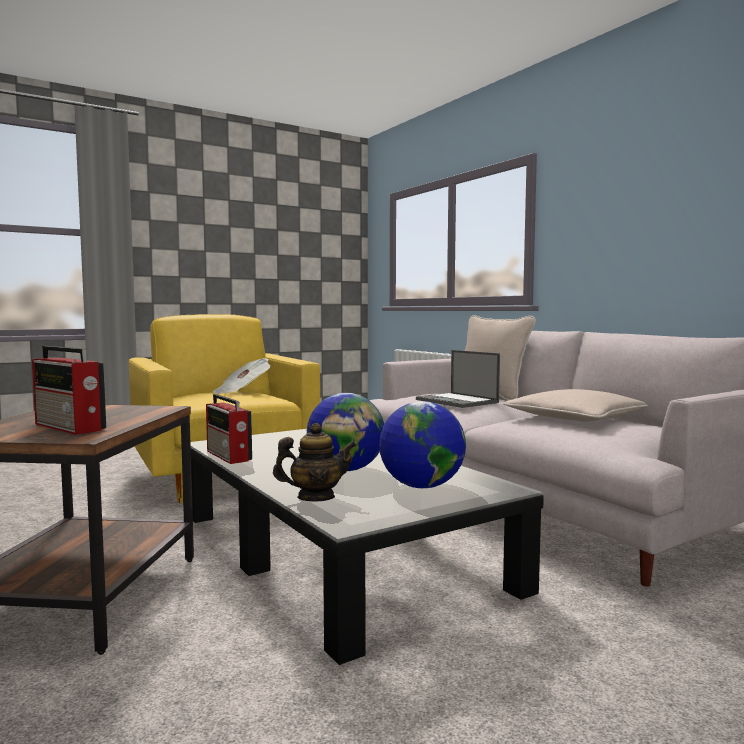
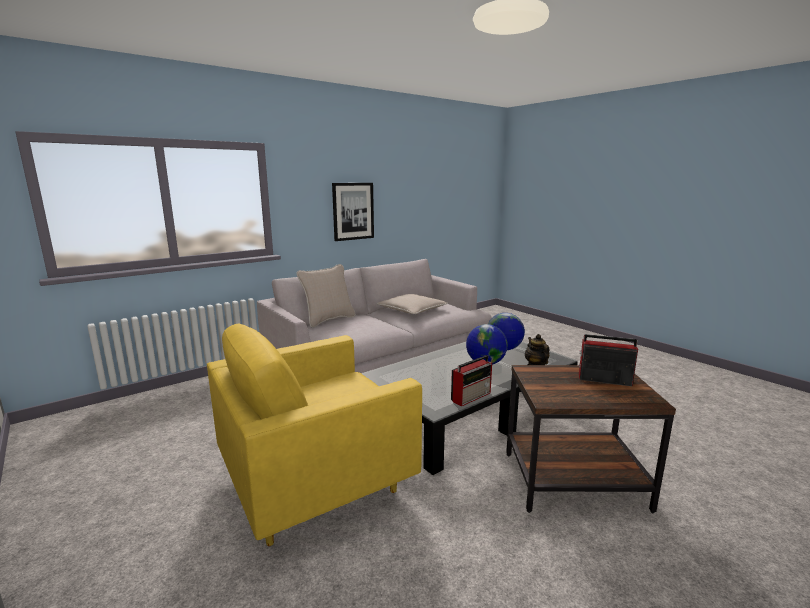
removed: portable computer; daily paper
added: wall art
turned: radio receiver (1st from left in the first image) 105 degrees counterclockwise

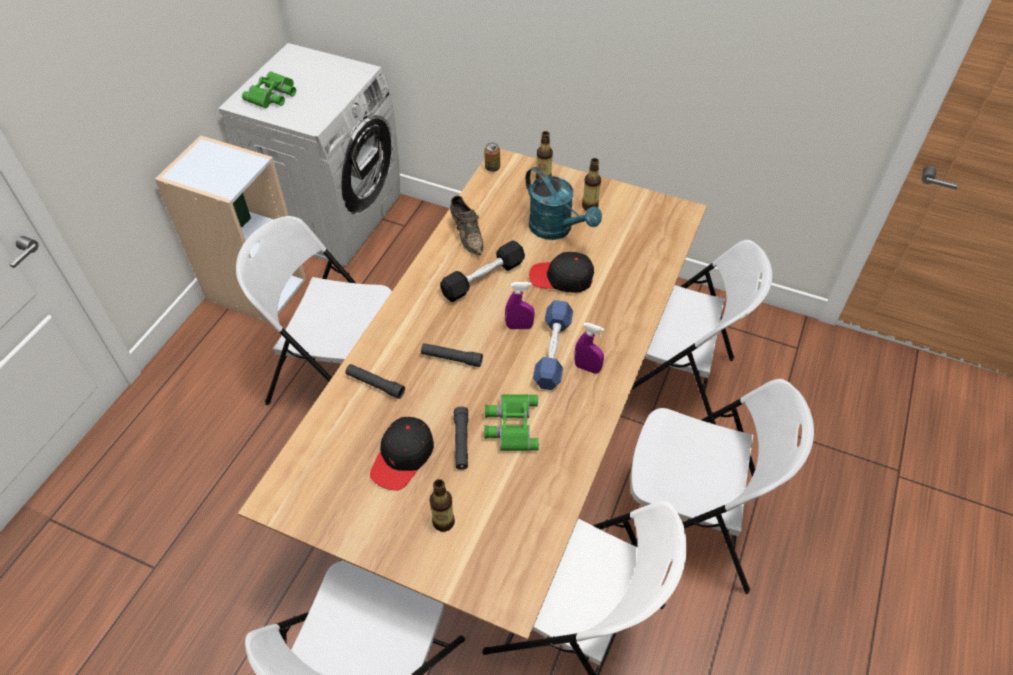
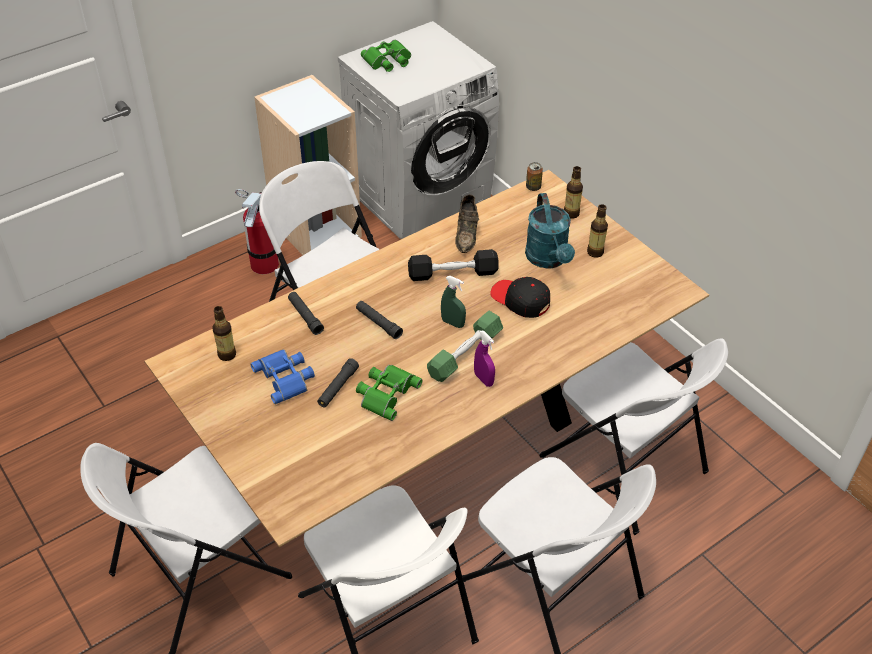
added: extinguisher
moved: drink bottle (1st from left)
replaced: black-coloured baseball cap (1st from left) to blue-coloured pair of binoculars
recoloured: purple hand sprayer (1st from left) to green-coloured hand sprayer; blue-coloured free weight to green-coloured free weight

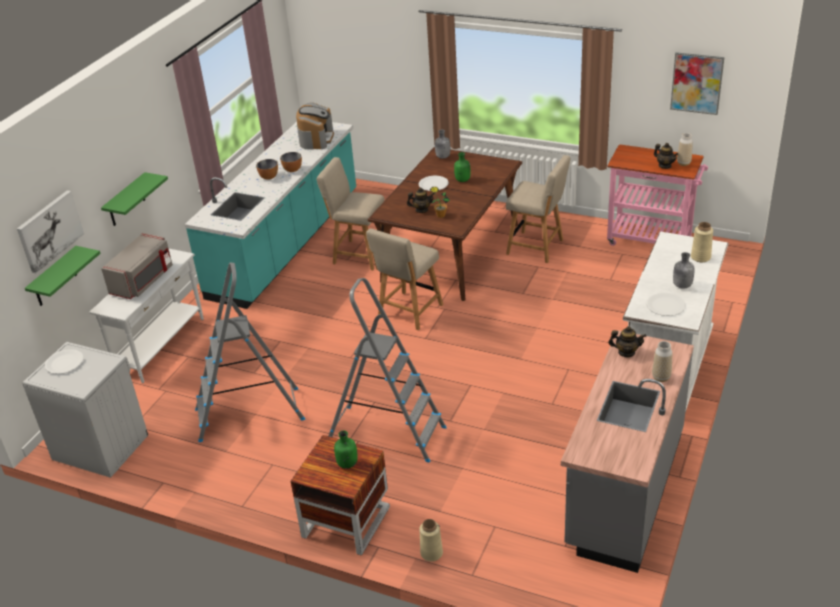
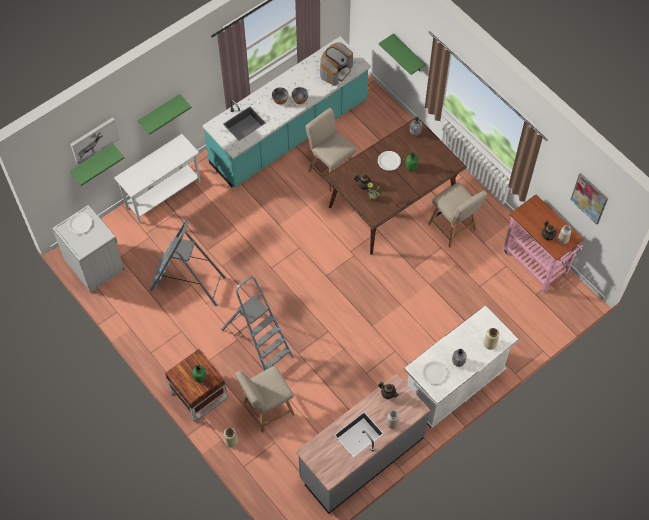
removed: grey kitchen microwave
added: green-coloured bracket shelf (3rd from left)
moved: beige-coloured chair (2nd from left in the first image) to beige-coloured chair (1st from left)

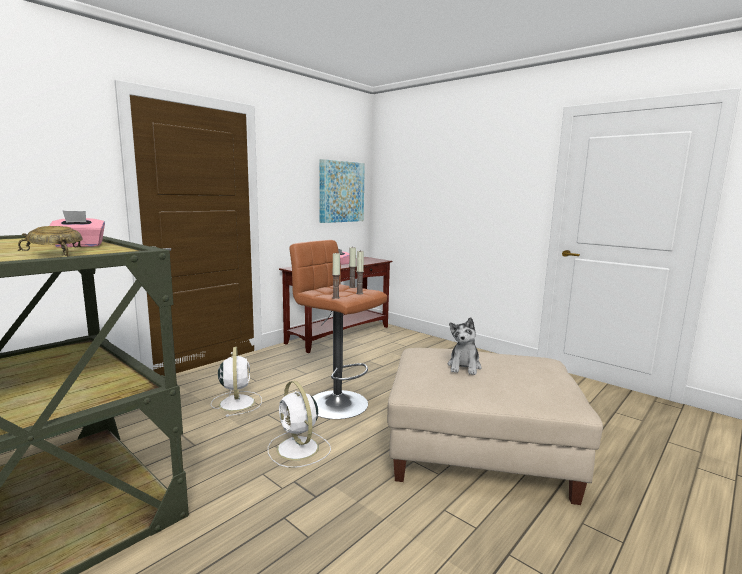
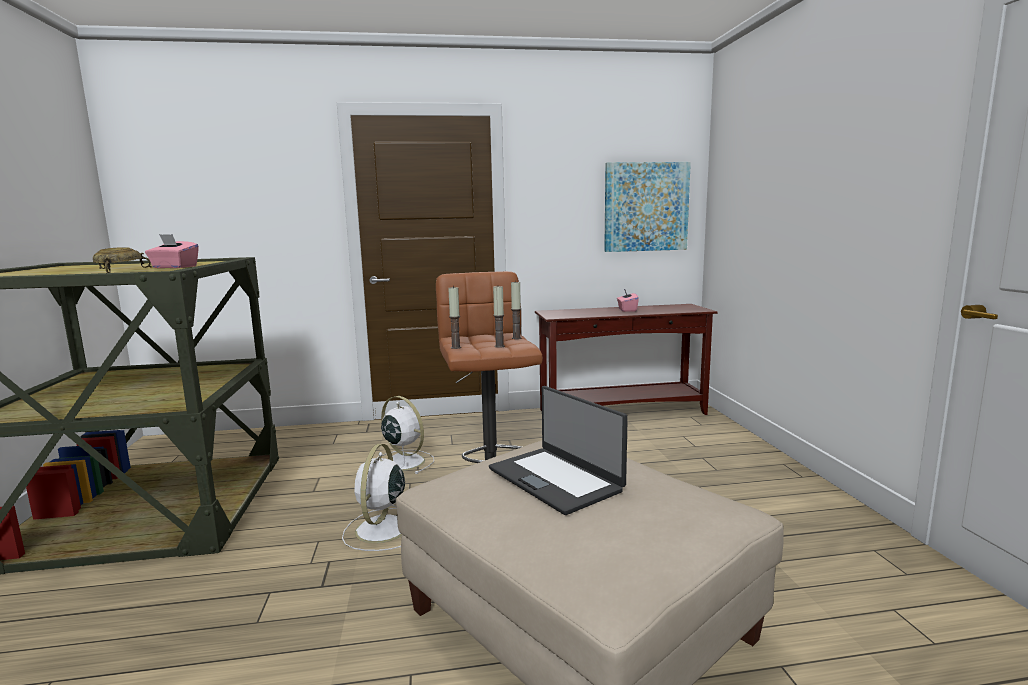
replaced: cuddly toy to portable computer
turned: white electric fan (1st from left in the first image) 75 degrees counterclockwise

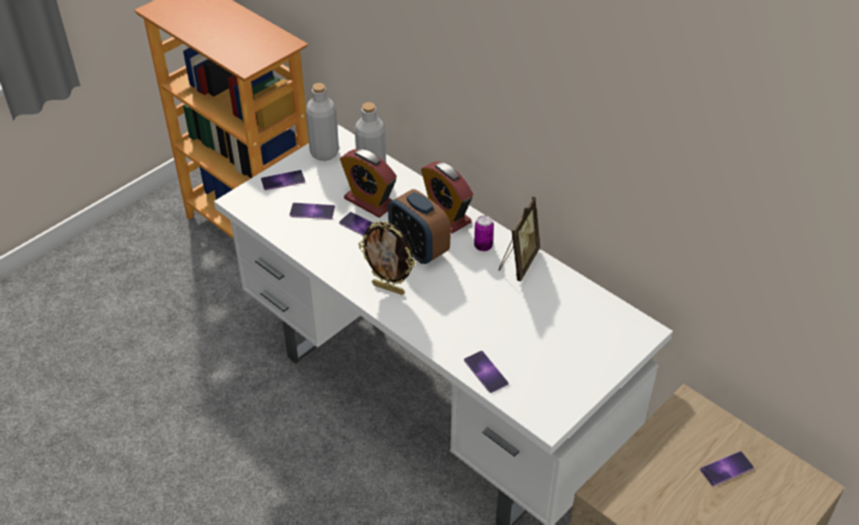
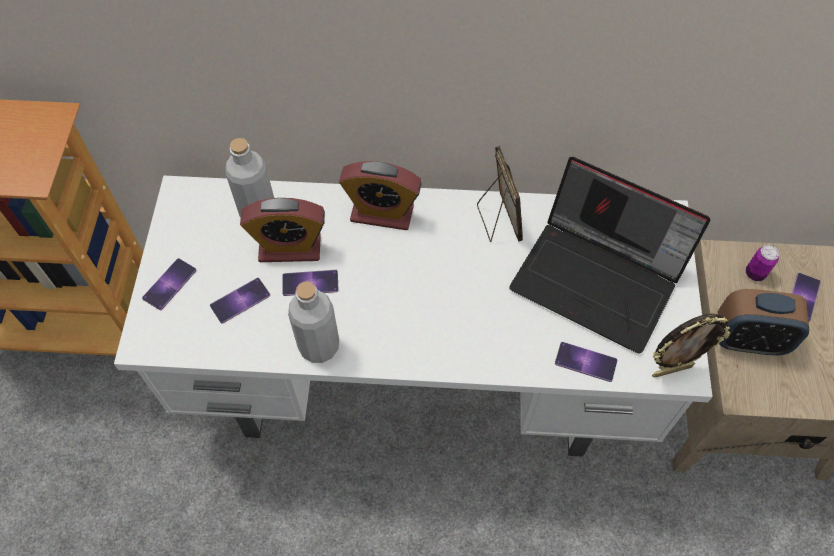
added: portable computer
moved: grey drink bottle (1st from left in the first image) to grey drink bottle (2nd from left); alarm clock (2nd from left in the first image) to alarm clock (3rd from left); metal can; picture frame (1st from left in the first image) to picture frame (2nd from left)

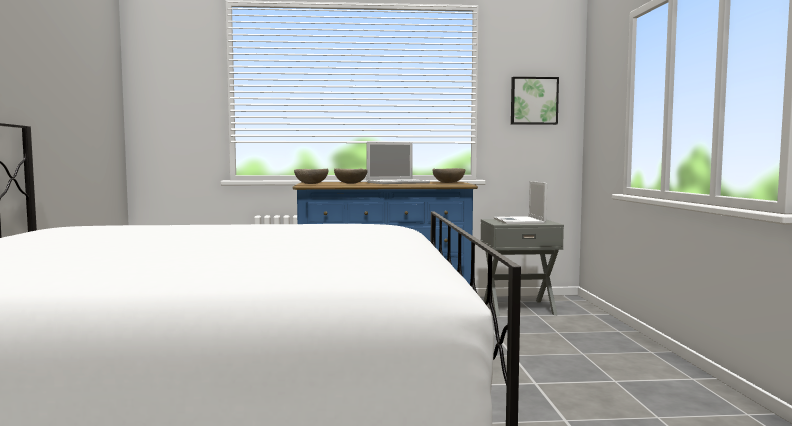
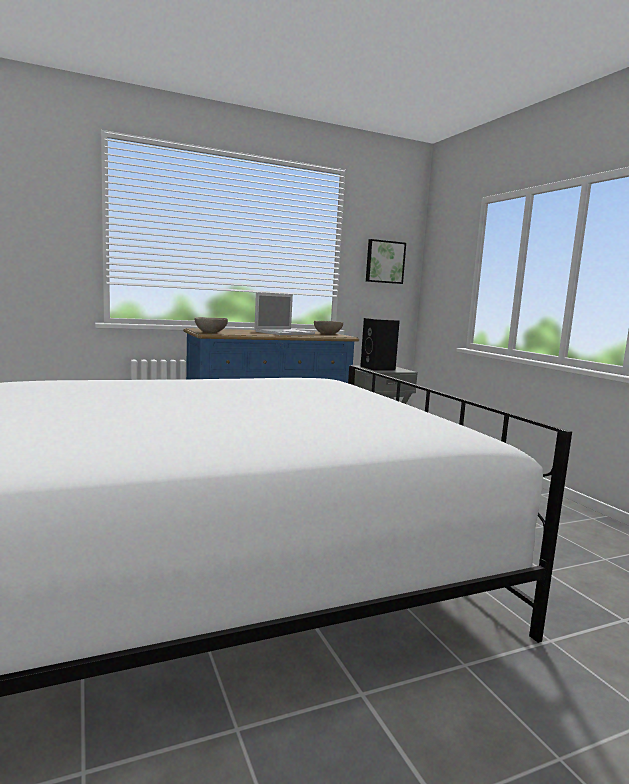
removed: beige-coloured bowl (2nd from left)
replaced: portable computer (2nd from left) to black-coloured audio speaker

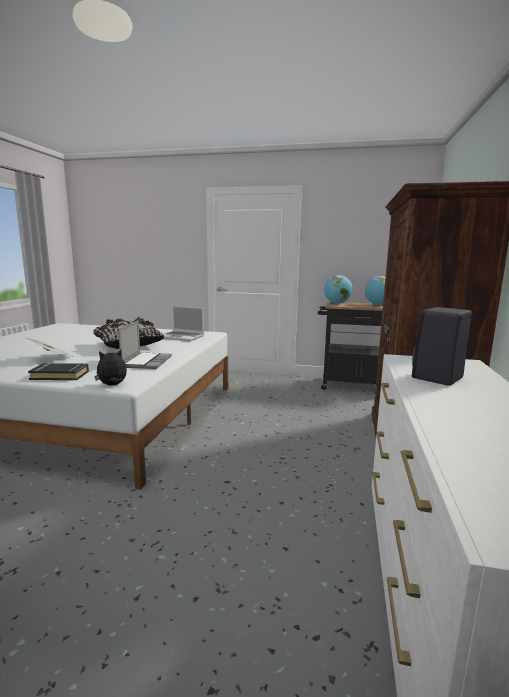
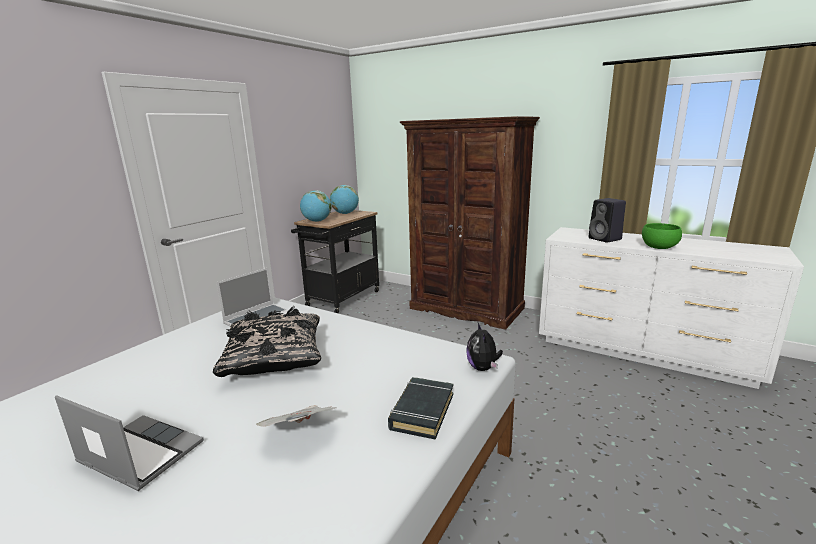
added: green-coloured bowl
moved: portable computer (1st from left)

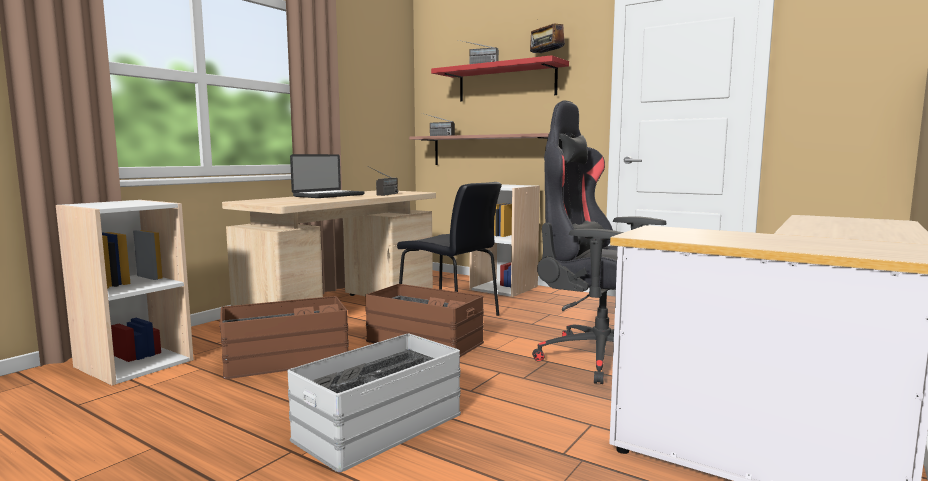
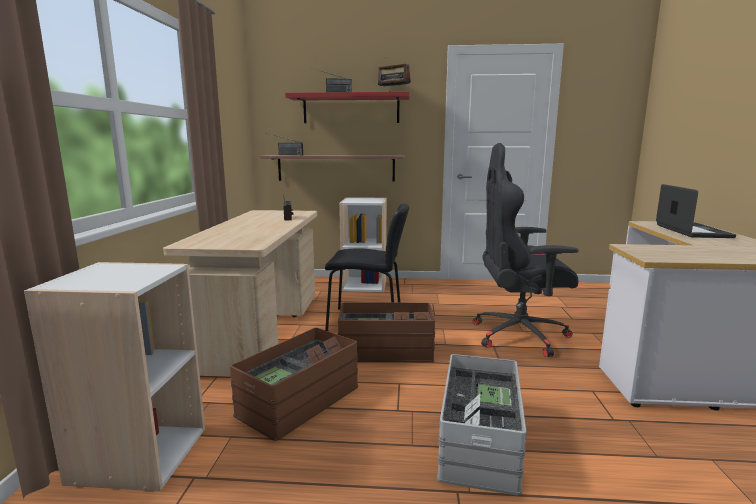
moved: portable computer

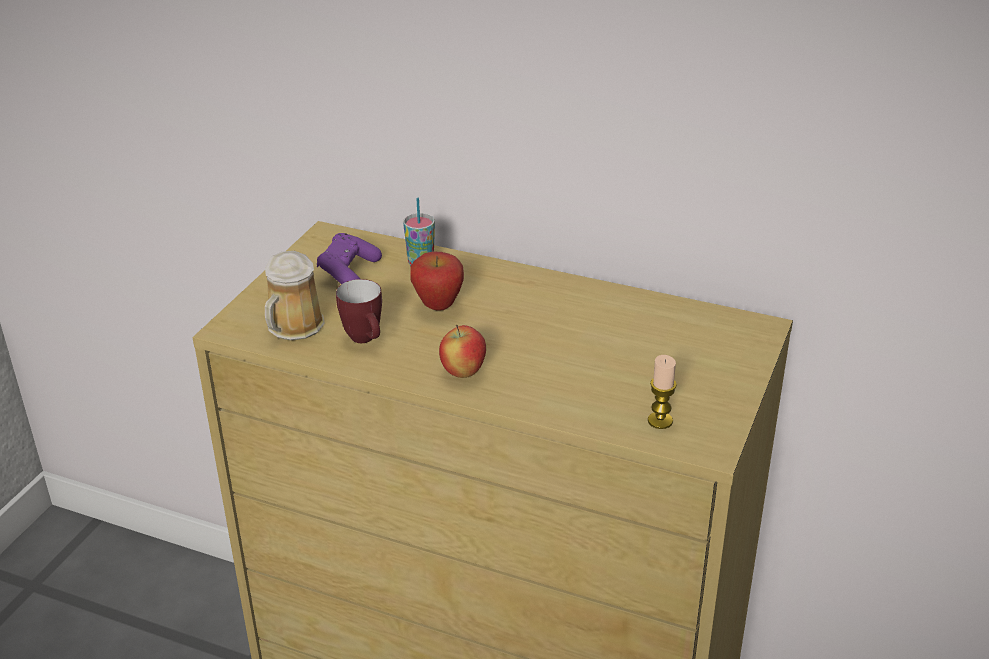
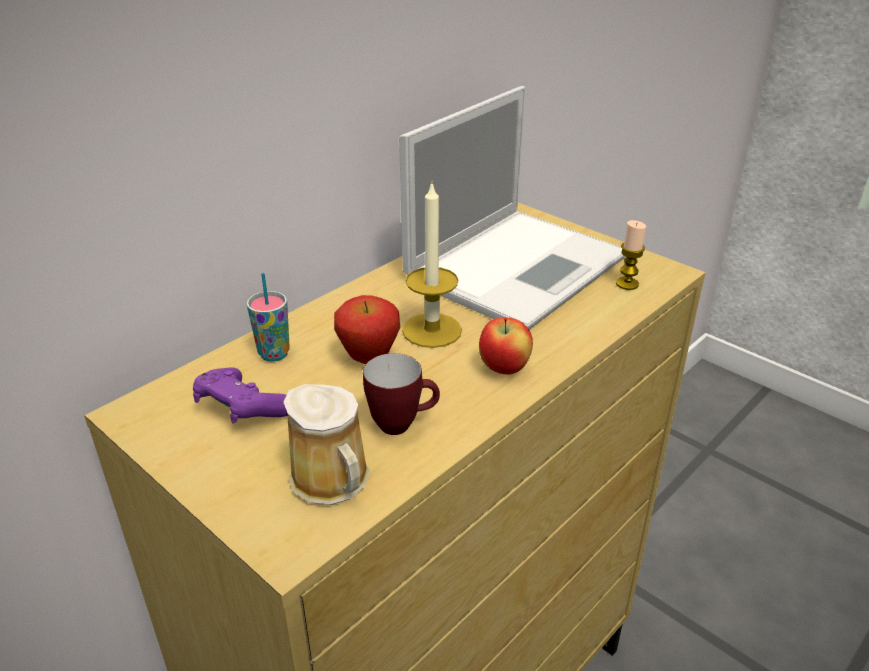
added: portable computer; wax light (1st from left)

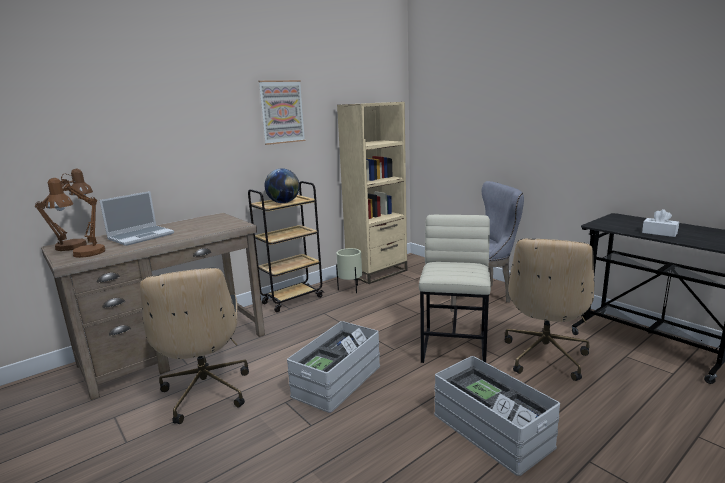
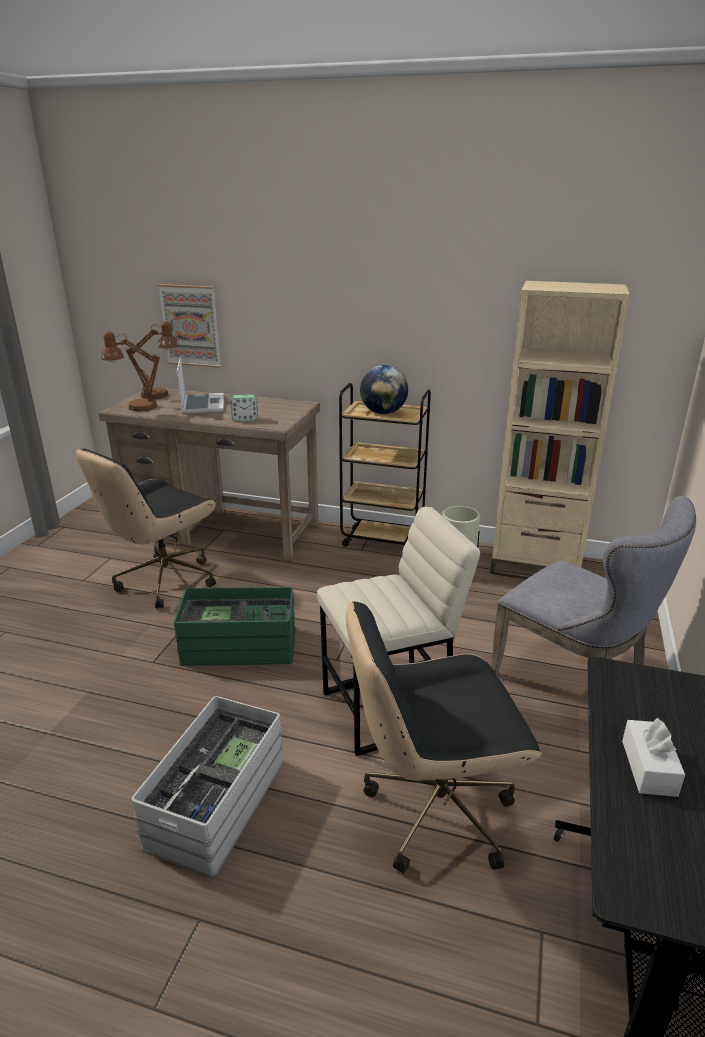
added: alarm clock
moved: wall art
recoloured: grey storage bin (1st from left) to green-coloured storage bin
turned: portable computer 105 degrees counterclockwise

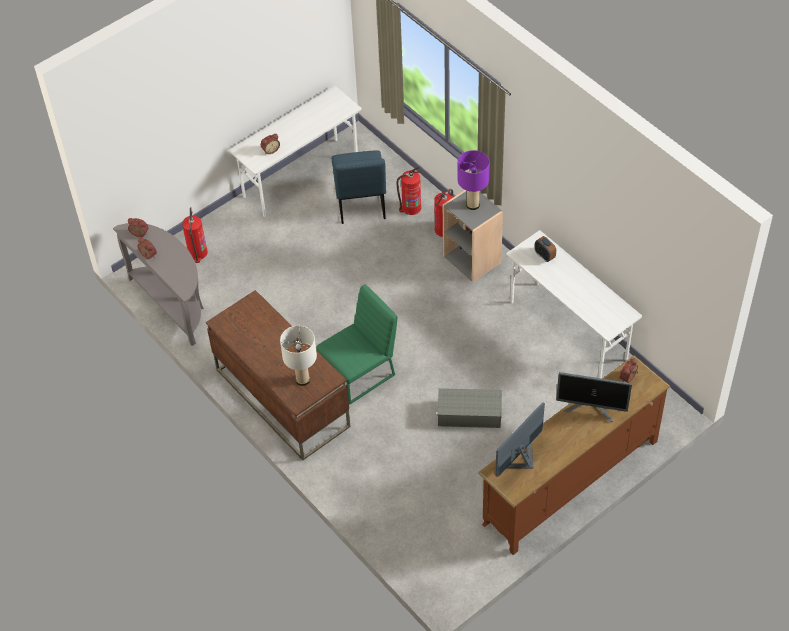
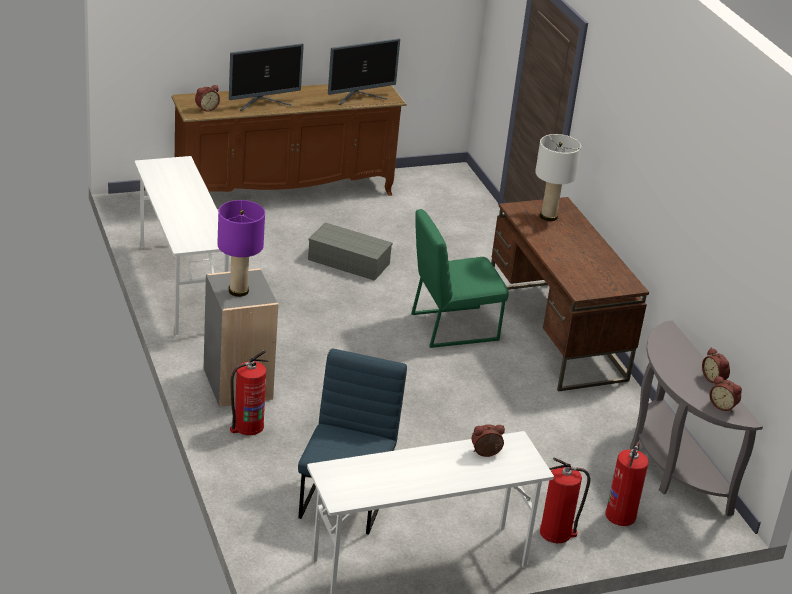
removed: alarm clock (4th from left)
moved: extinguisher (2nd from left)
turned: computer display (2nd from left in the first image) 120 degrees clockwise

